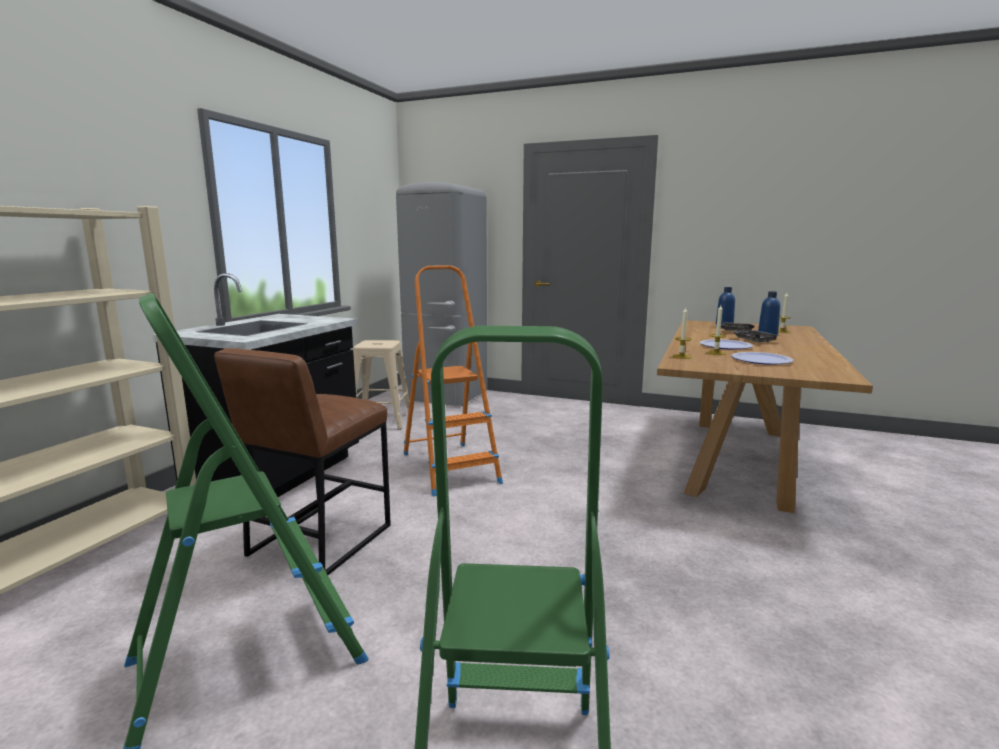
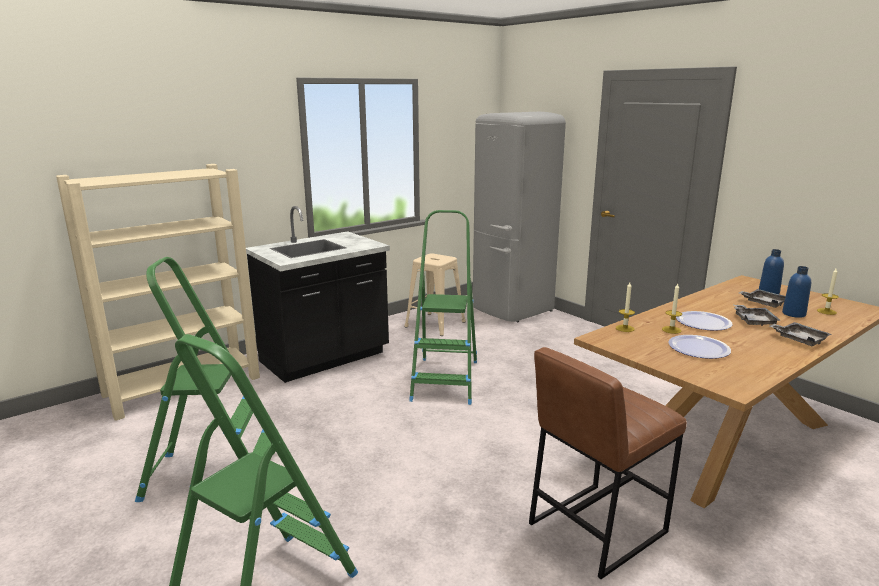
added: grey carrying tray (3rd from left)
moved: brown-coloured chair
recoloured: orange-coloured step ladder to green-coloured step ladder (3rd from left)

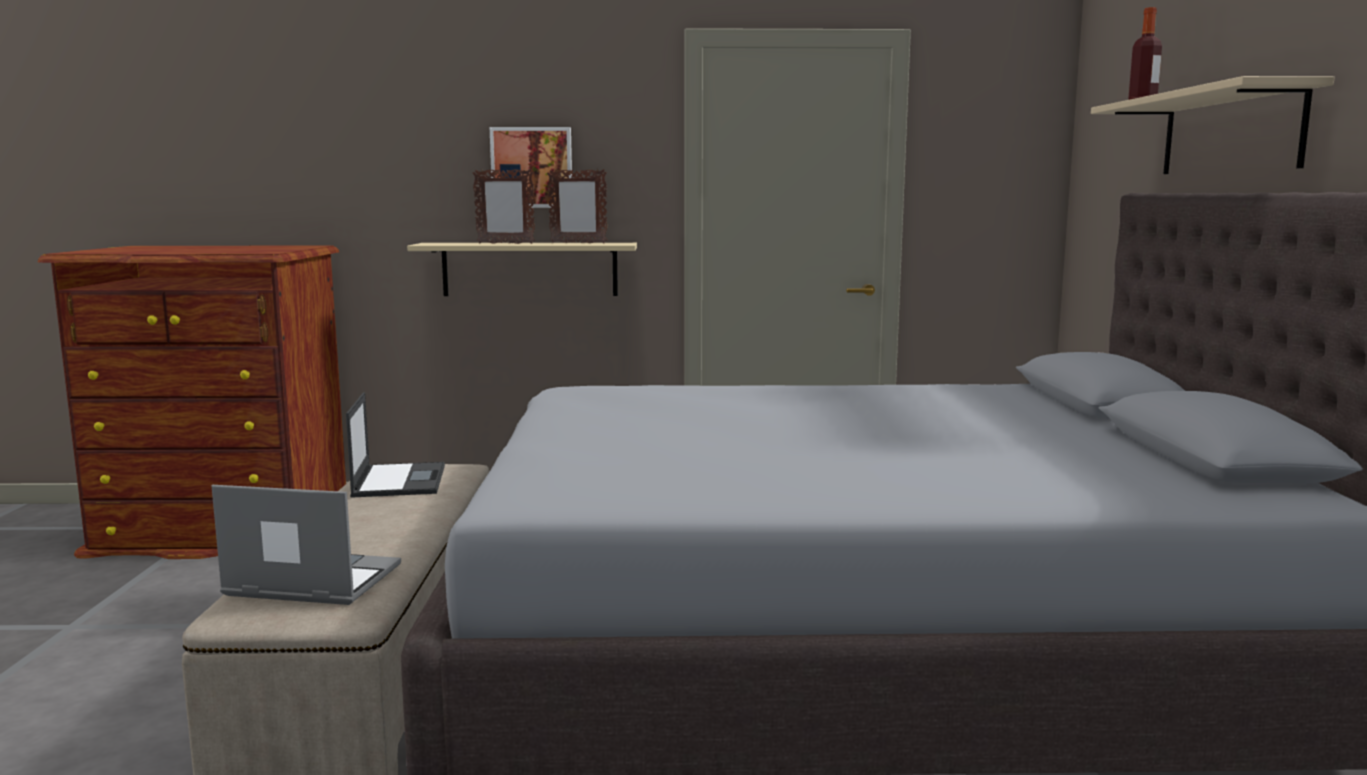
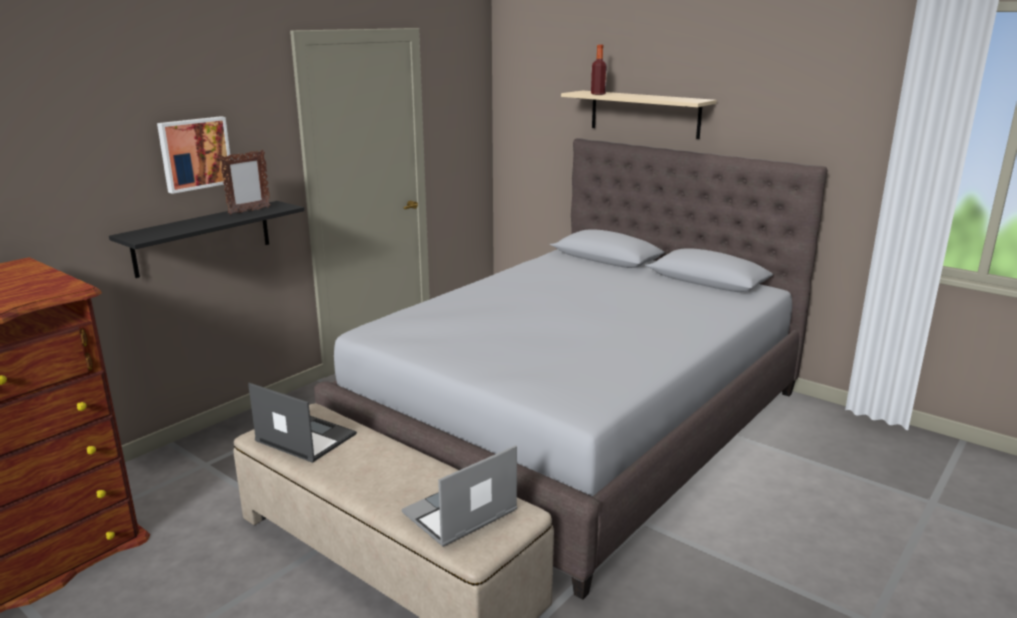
removed: picture frame (1st from left)
recoloured: beige-coloured bracket shelf (1st from left) to black-coloured bracket shelf

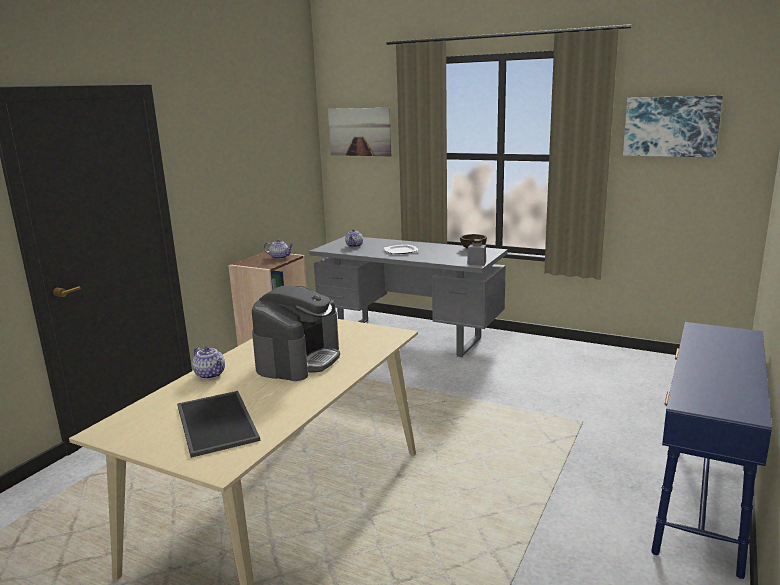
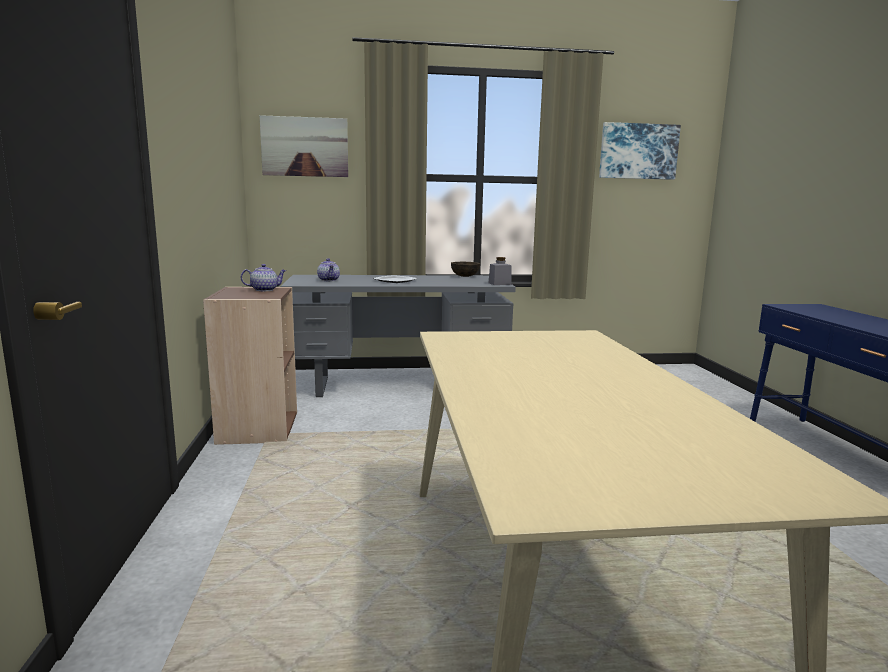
removed: coffee machine; teapot (1st from left); carrying tray

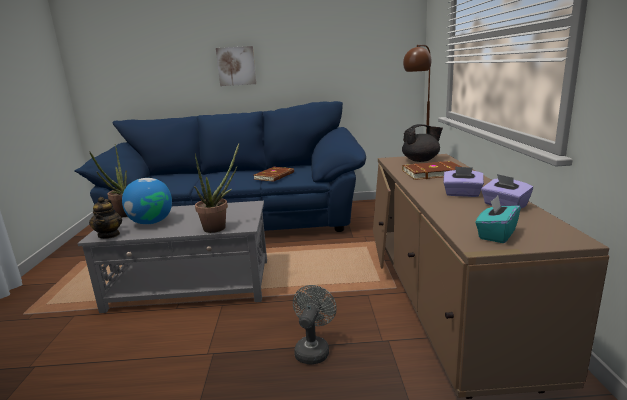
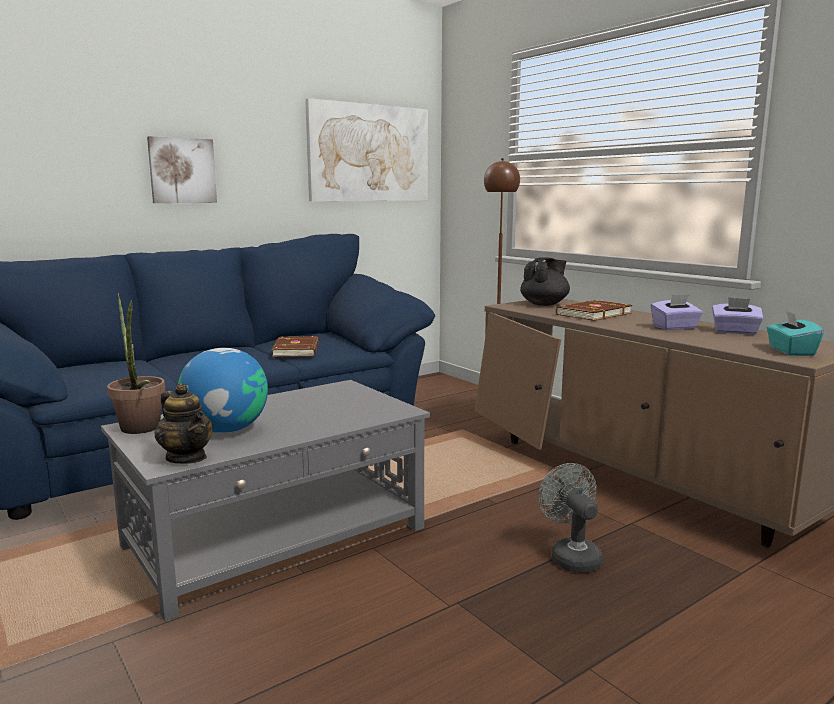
removed: houseplant (2nd from left)
added: wall art (2nd from left)

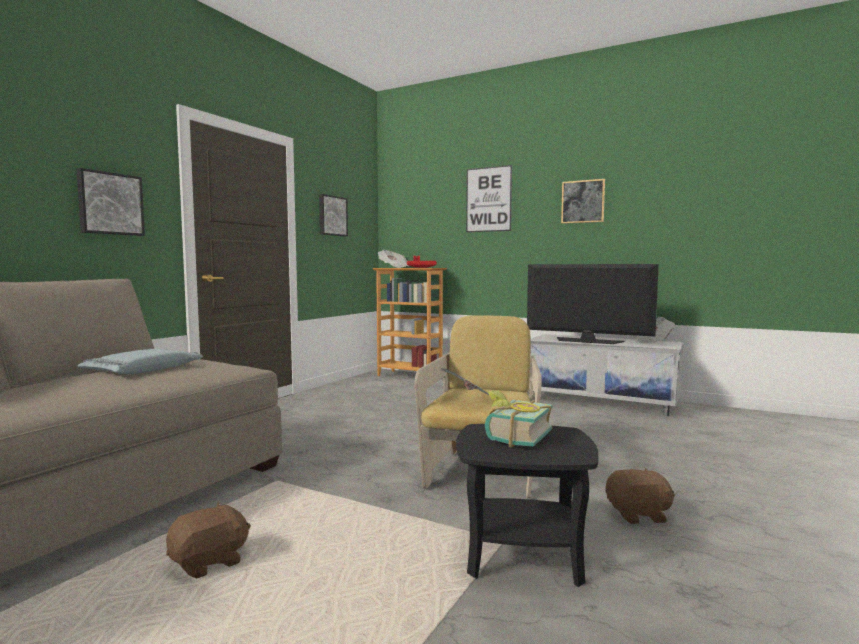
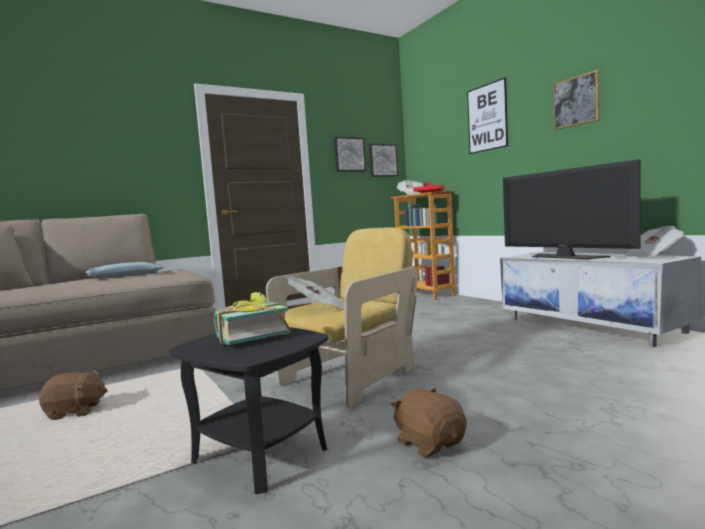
moved: wall art (1st from left in the first image) to wall art (2nd from left)
turned: brown-coloured cuddly toy (2nd from left) 150 degrees counterclockwise

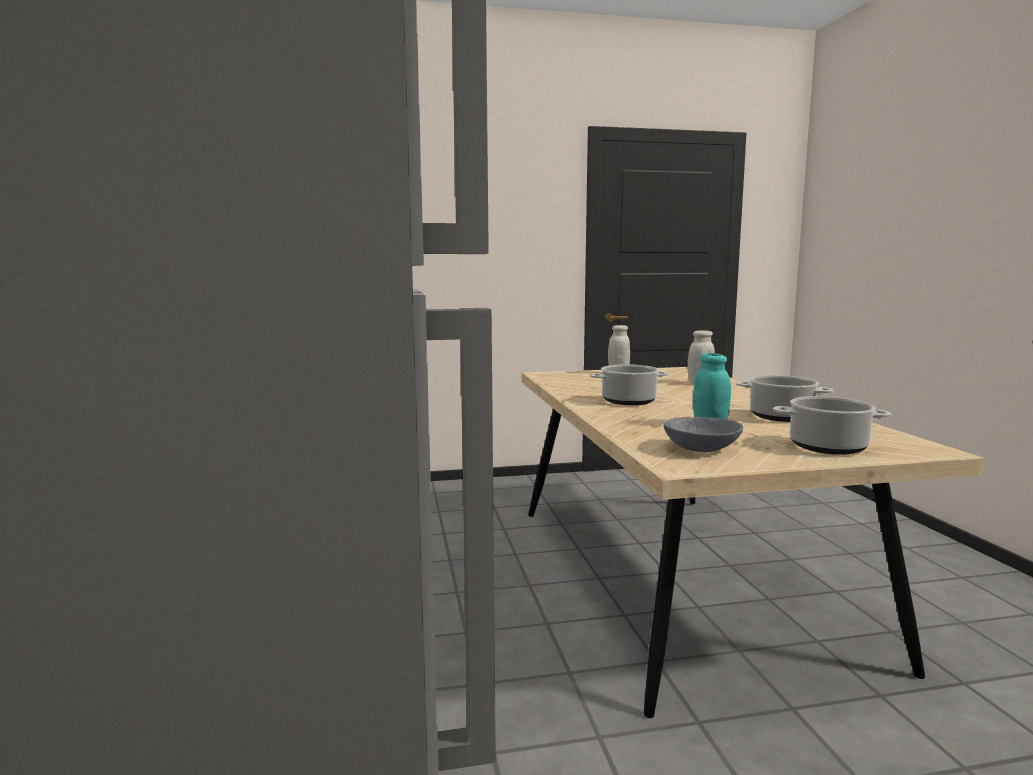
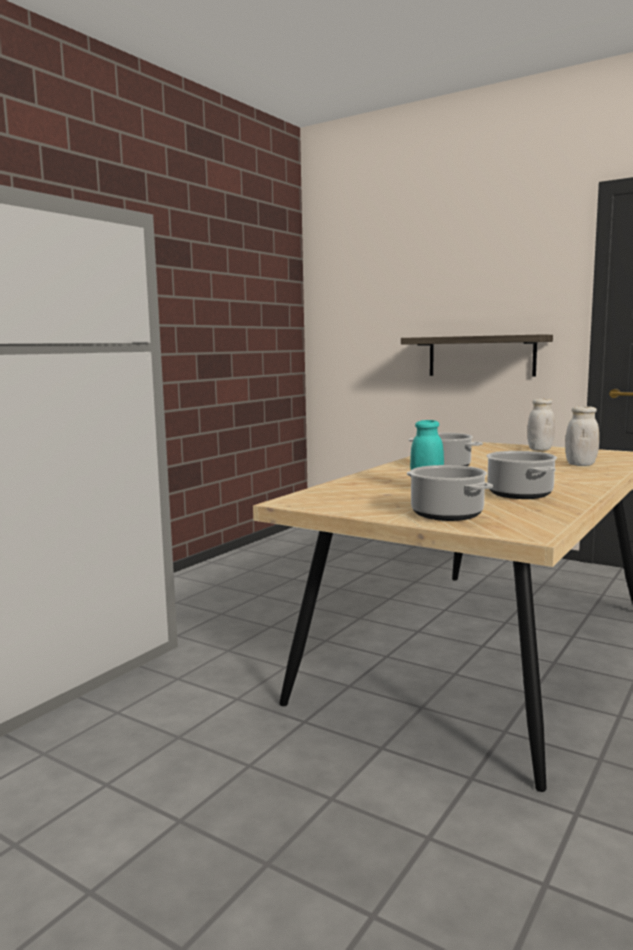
removed: grey bowl
added: bracket shelf

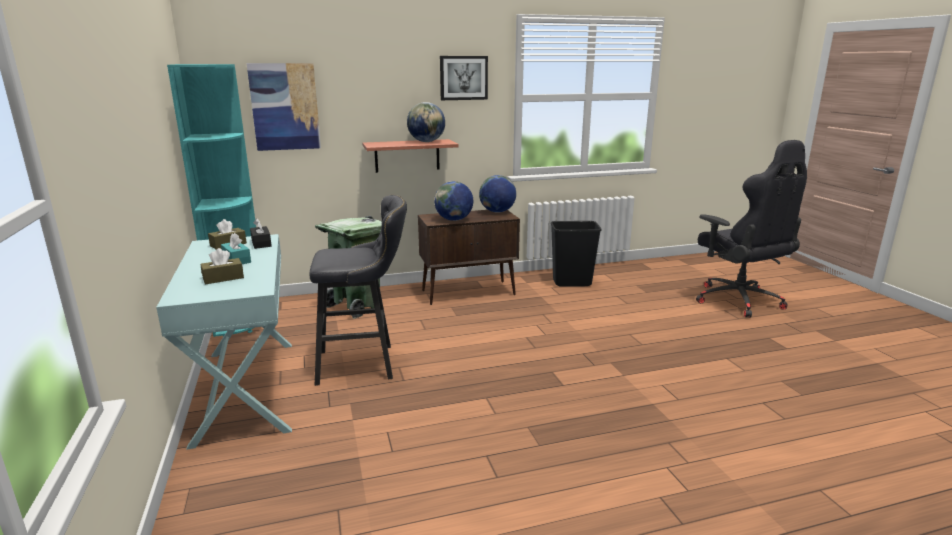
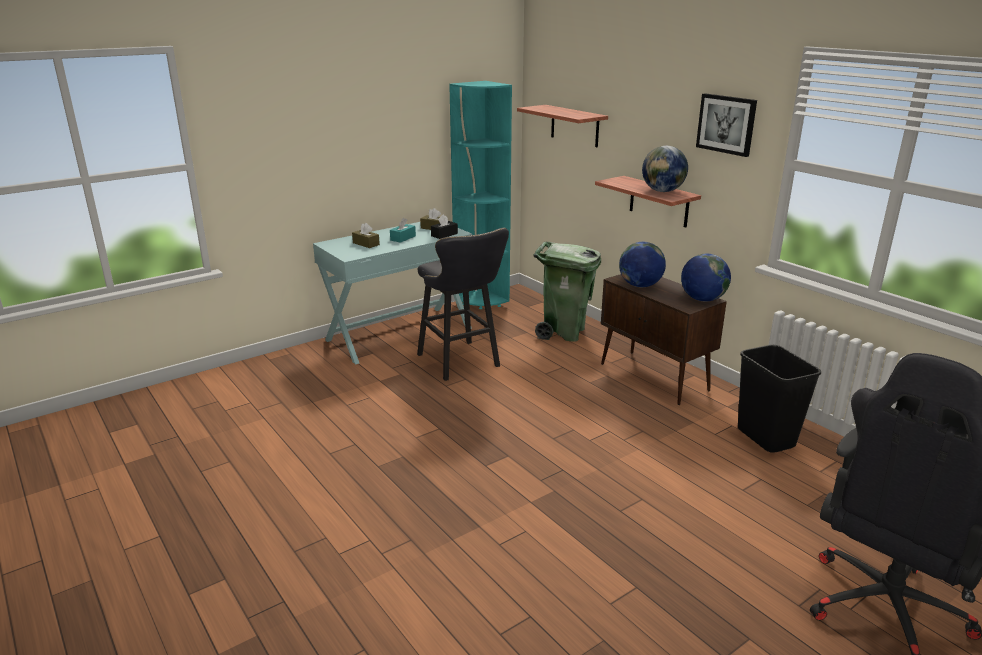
replaced: wall art (1st from left) to bracket shelf (1st from left)

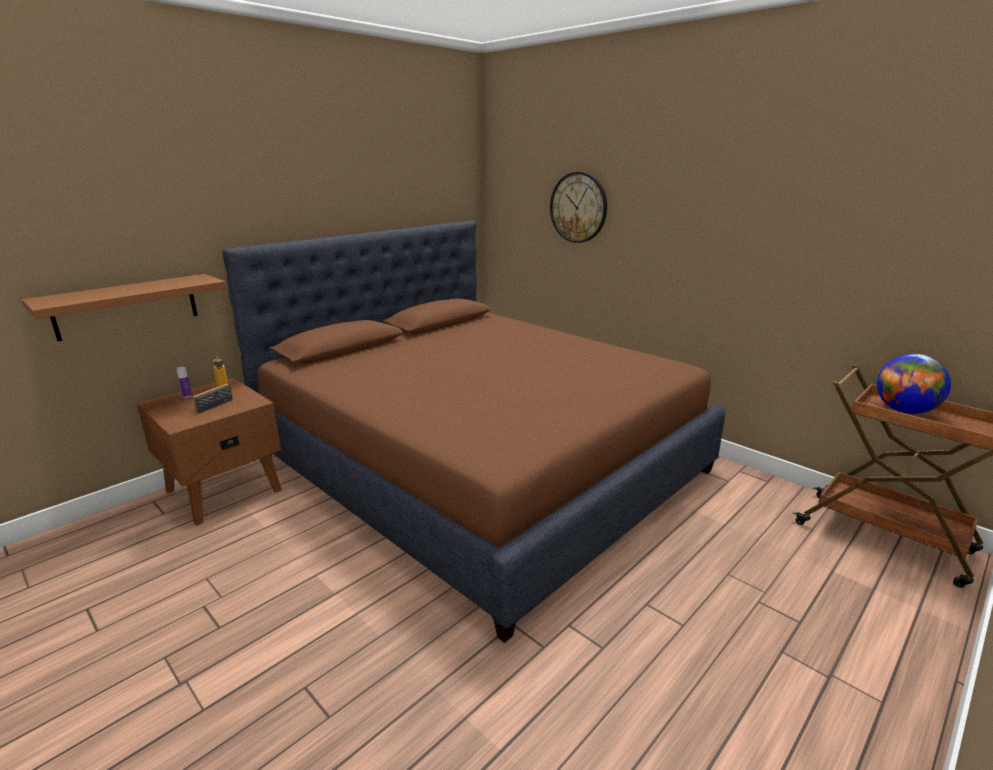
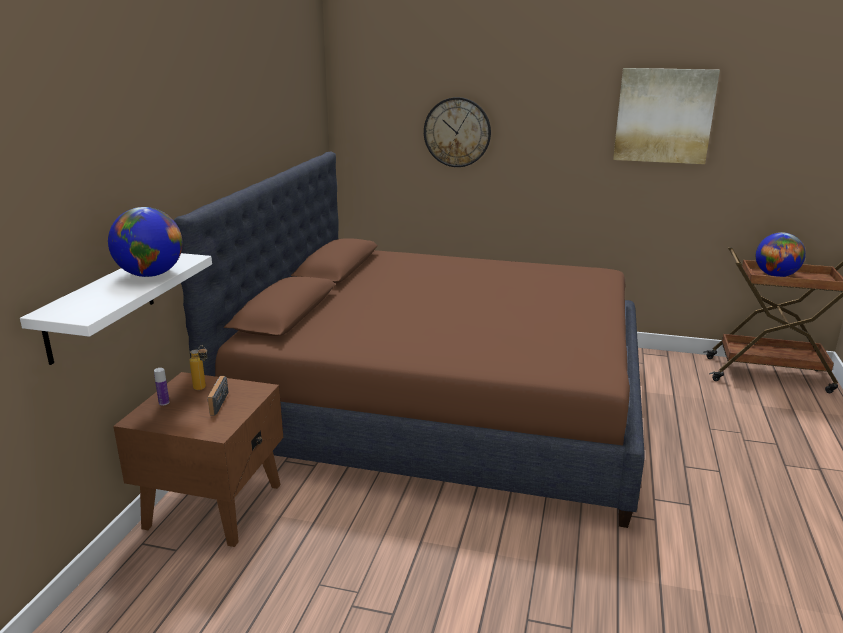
added: wall art; world globe (1st from left)
recoloured: brown-coloured bracket shelf to white bracket shelf

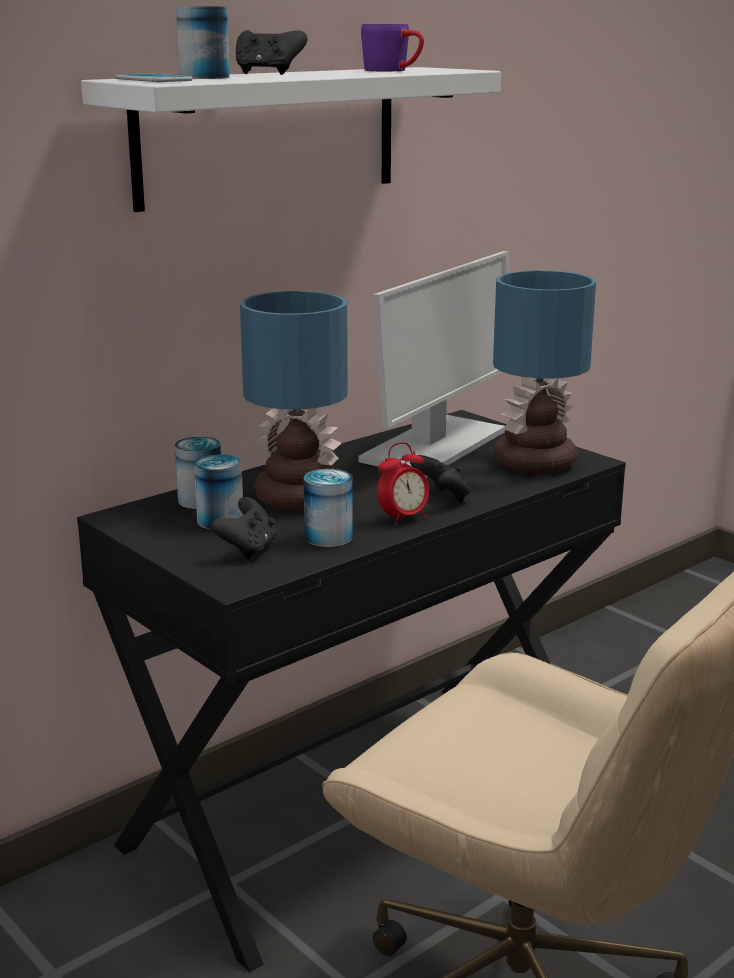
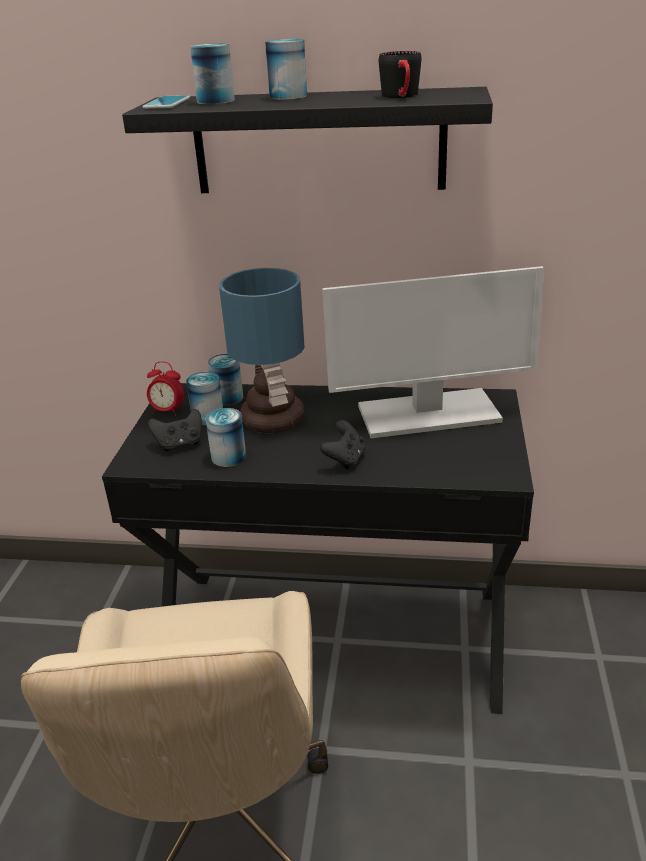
removed: lamp for a table (2nd from left)
moved: alarm clock
replaced: black-coloured joypad (2nd from left) to metal can (5th from left)
recoloured: purple coffee mug to black-coloured coffee mug; white bracket shelf to black-coloured bracket shelf

